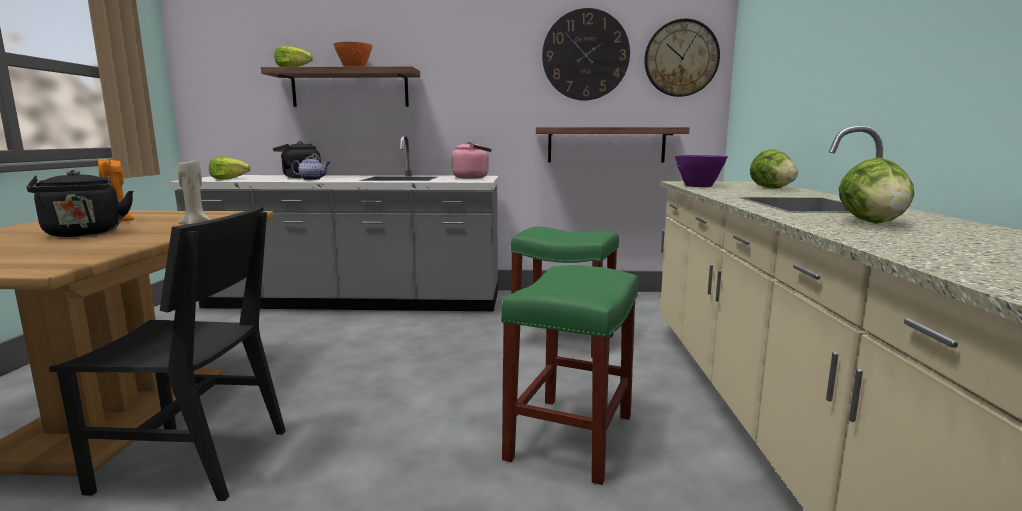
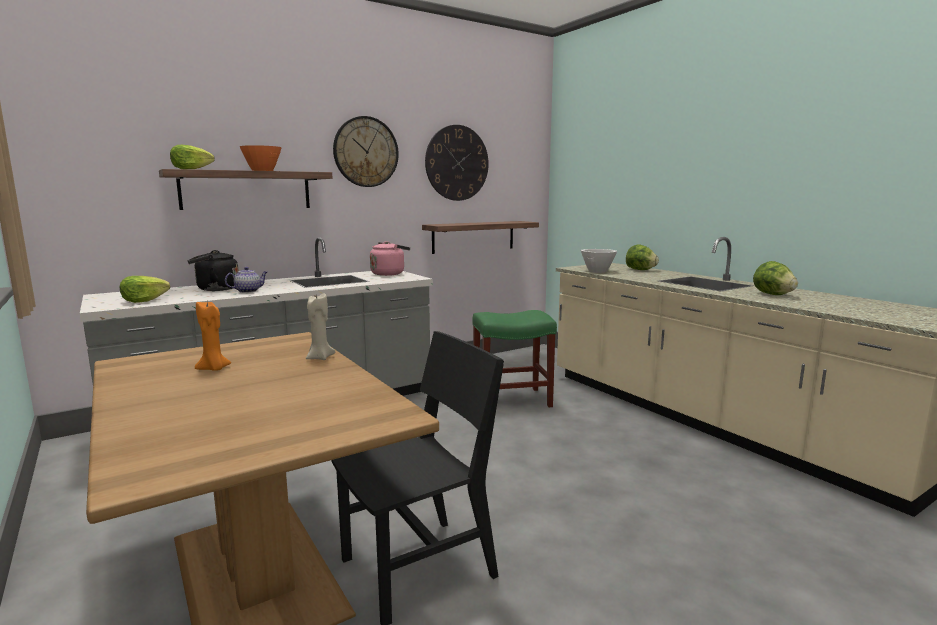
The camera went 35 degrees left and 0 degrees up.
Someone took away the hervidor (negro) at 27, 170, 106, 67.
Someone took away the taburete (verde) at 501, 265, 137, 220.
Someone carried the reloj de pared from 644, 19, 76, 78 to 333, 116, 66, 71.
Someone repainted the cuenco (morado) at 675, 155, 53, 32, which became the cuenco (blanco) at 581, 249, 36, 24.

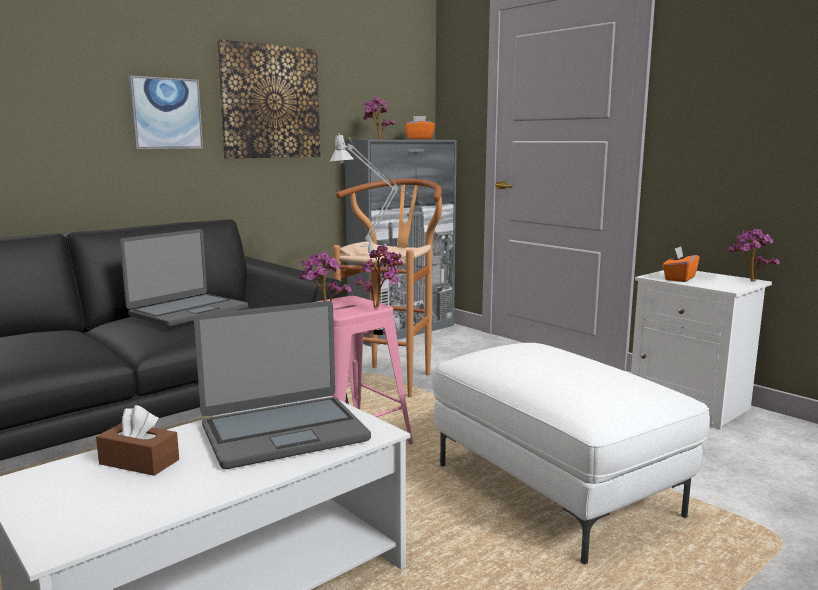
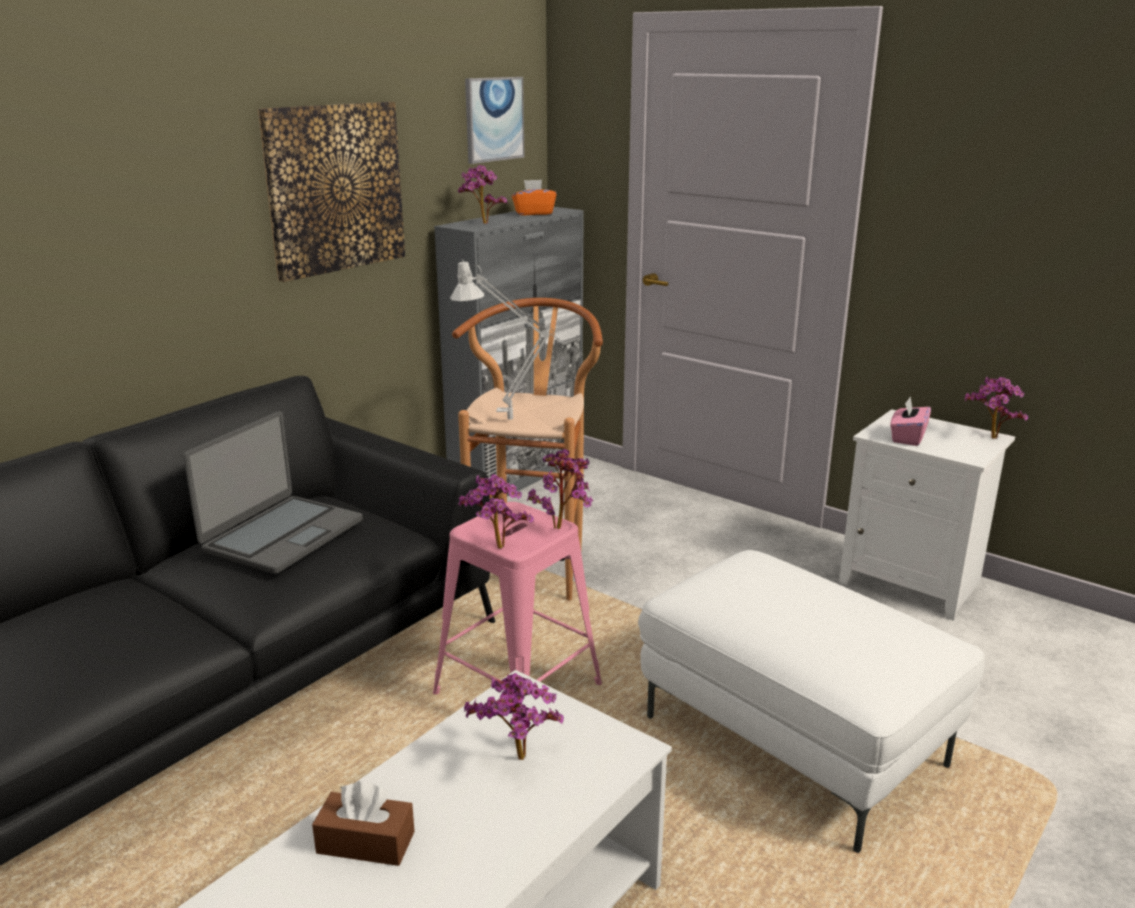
The camera went 10 degrees left and 10 degrees up.
Someone carried the cuadro from 128, 76, 75, 73 to 465, 77, 59, 87.
Someone swapped the portátil at 194, 301, 177, 168 for the planta en maceta at 464, 673, 100, 87.
Someone repainted the caja de pañuelos (naranja) at 662, 246, 37, 36, which became the caja de pañuelos (rosa) at 890, 397, 41, 49.

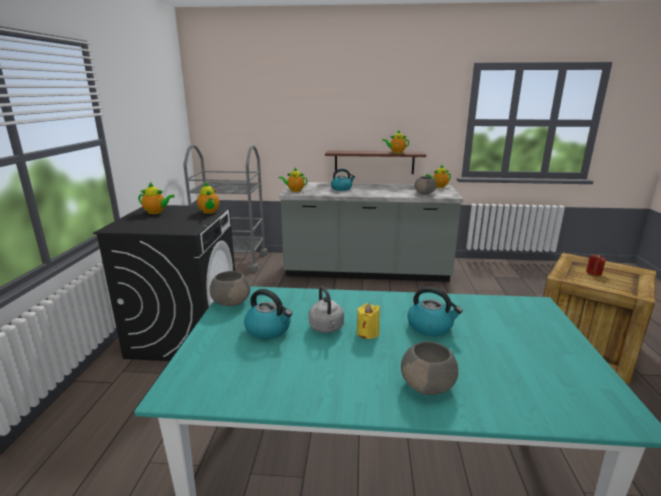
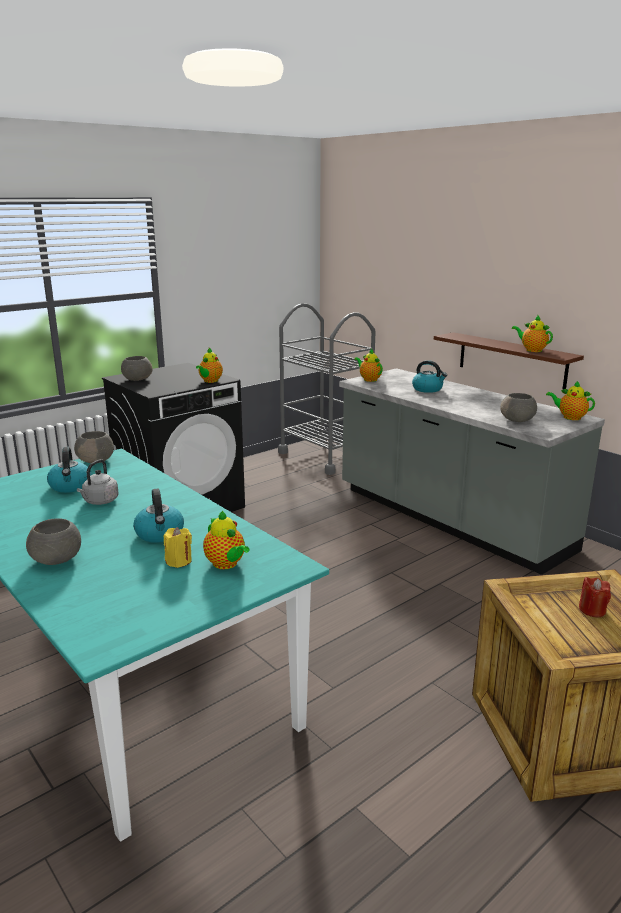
The camera went 45 degrees right and 0 degrees up.
Someone put down the cuenco (gris) at 121, 356, 32, 25.
Someone carried the tetera from 138, 182, 37, 32 to 203, 511, 47, 58.
Someone carried the vela (amarillo) from 357, 303, 23, 36 to 164, 527, 28, 41.

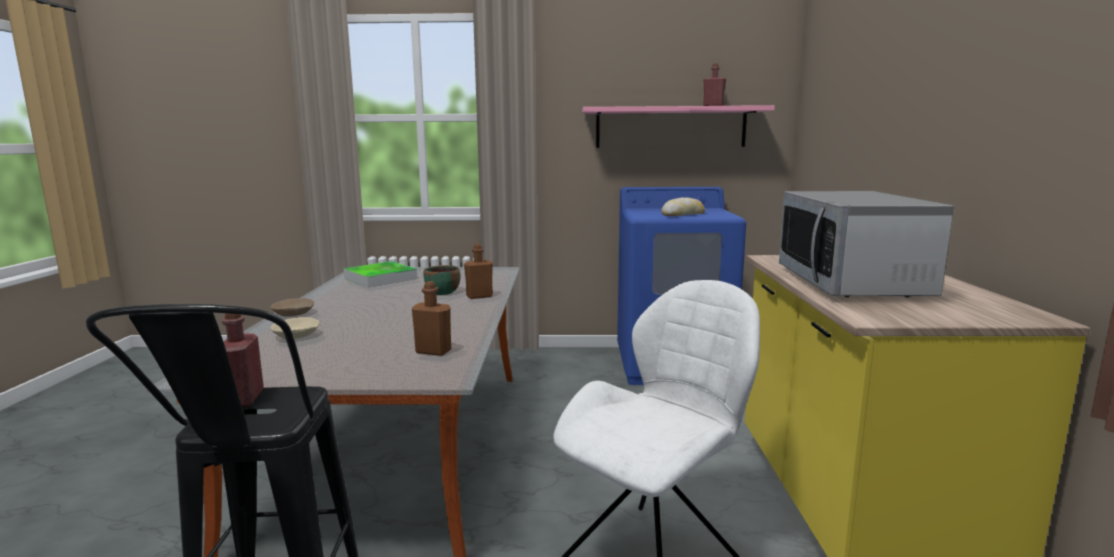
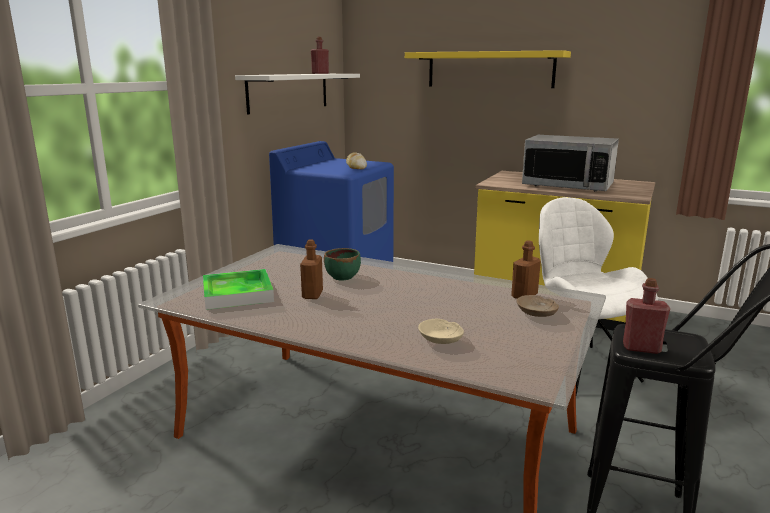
The camera went 65 degrees left and 5 degrees up.
Someone put up the estante (amarillo) at 405, 50, 166, 38.
Someone carried the cuenco (beis) from 271, 298, 43, 19 to 517, 295, 42, 22.
Someone carried the botella (marrón) from 464, 244, 29, 55 to 300, 239, 23, 60.
Someone repainted the estante (rosa) at 582, 105, 193, 43, which became the estante (blanco) at 235, 74, 125, 41.

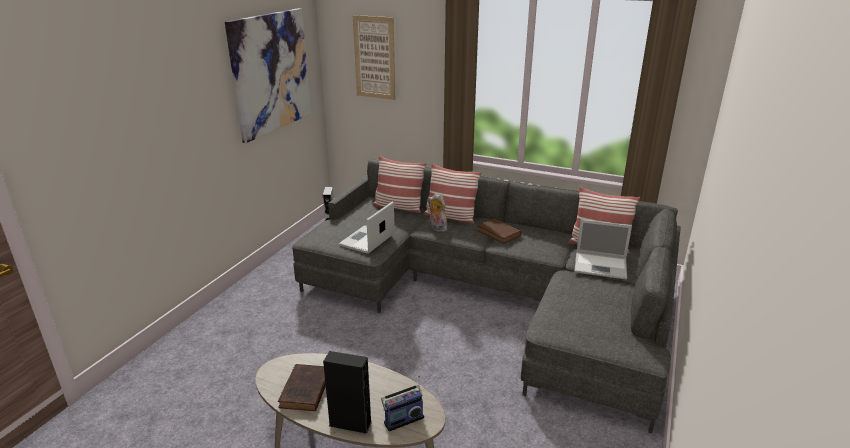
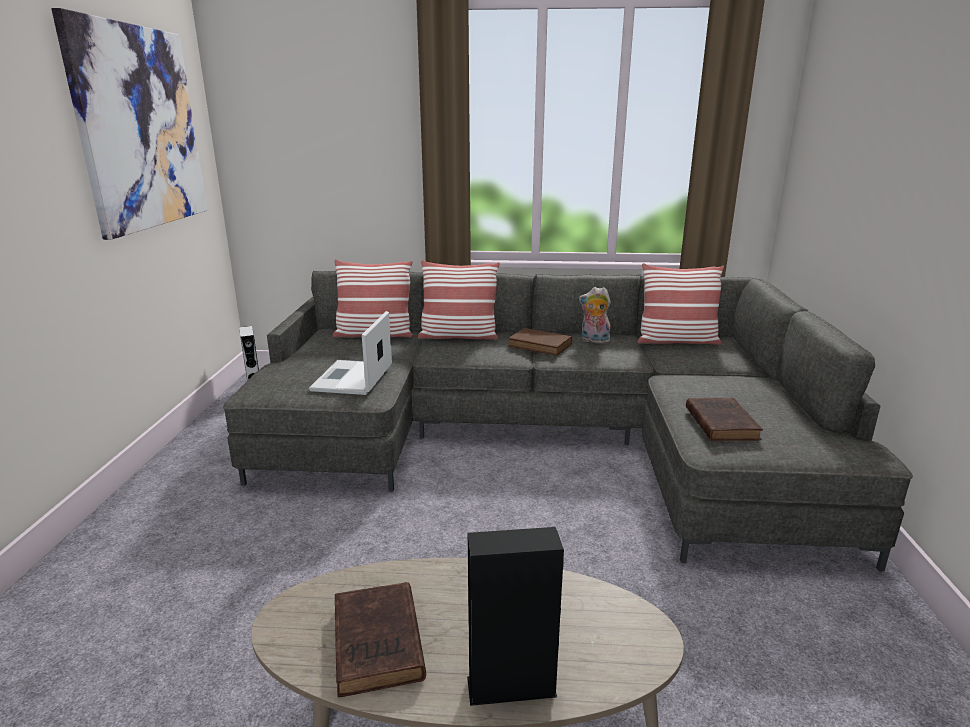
The camera went 20 degrees left and 5 degrees down.
Someone took away the cuadro at 353, 15, 42, 85.
Someone took away the radio at 381, 375, 43, 57.
Someone took away the portátil at 574, 219, 58, 61.
Someone put down the libro (marrón) at 686, 398, 77, 43.
Someone carried the peluche from 428, 193, 19, 39 to 579, 287, 32, 57.

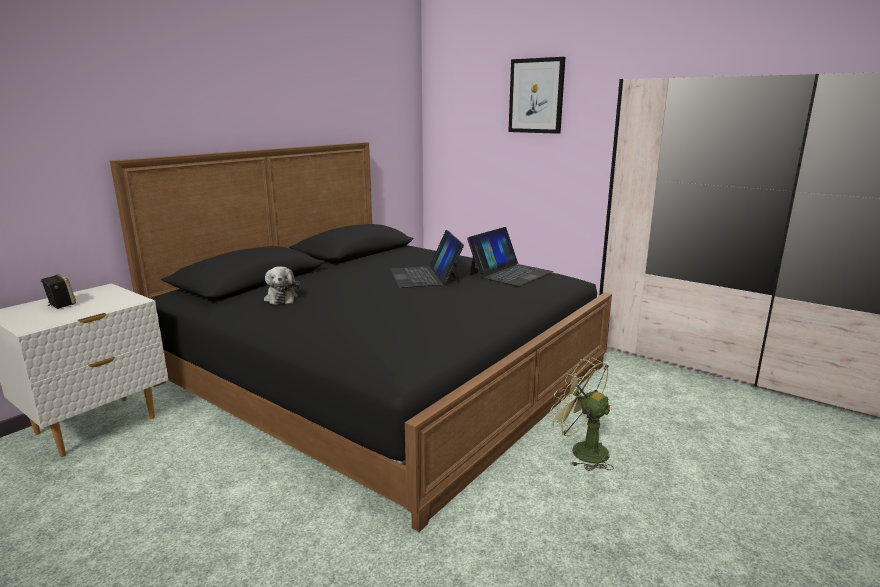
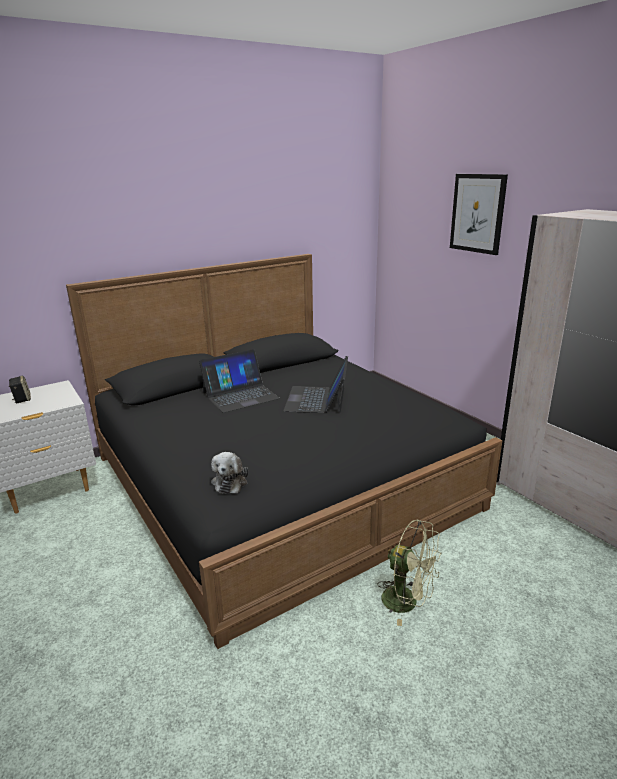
The camera went 20 degrees right and 5 degrees up.
Someone carried the peluche from 264, 266, 36, 39 to 211, 452, 38, 42.
Someone carried the portátil from 467, 227, 86, 59 to 199, 349, 81, 64.
Someone rotated the ventilador (verde) at 549, 358, 65, 113 by 150 degrees clockwise.

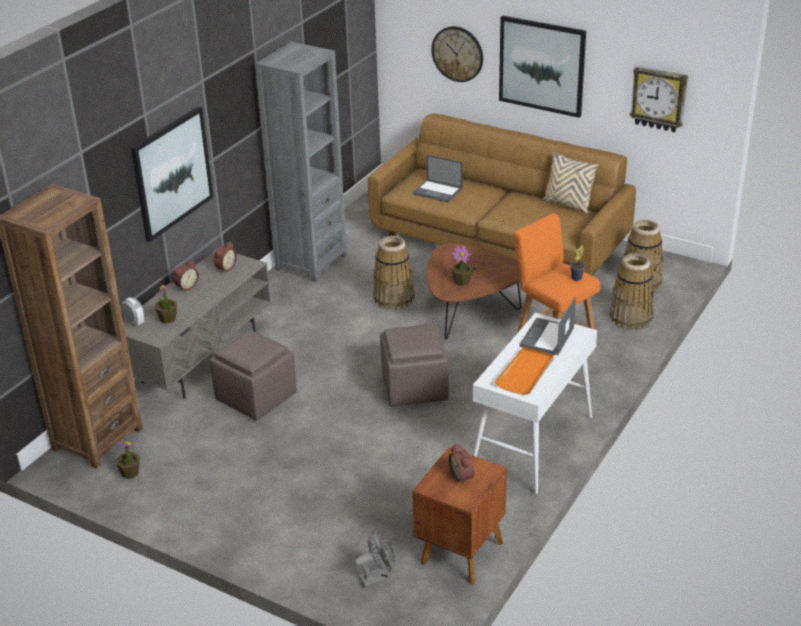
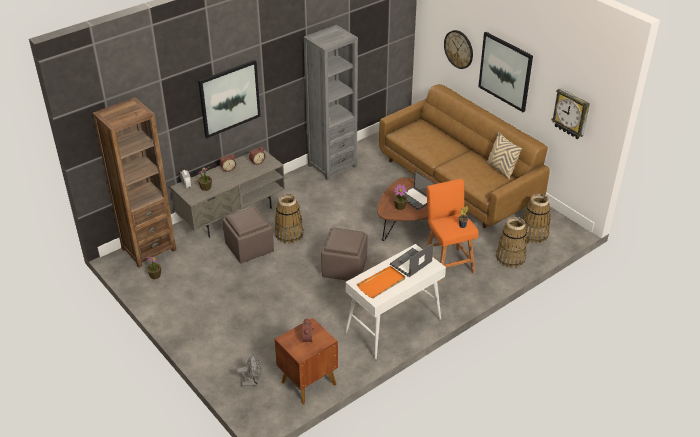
The camera went 20 degrees right and 5 degrees up.
Someone carried the cesta from 373, 236, 42, 74 to 275, 194, 29, 50.
Someone carried the portátil from 413, 155, 50, 48 to 402, 170, 34, 40.

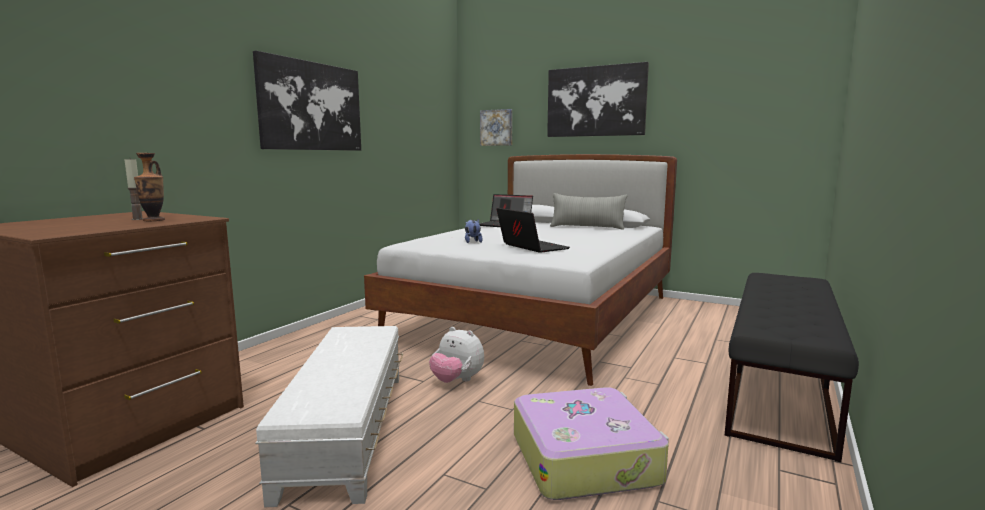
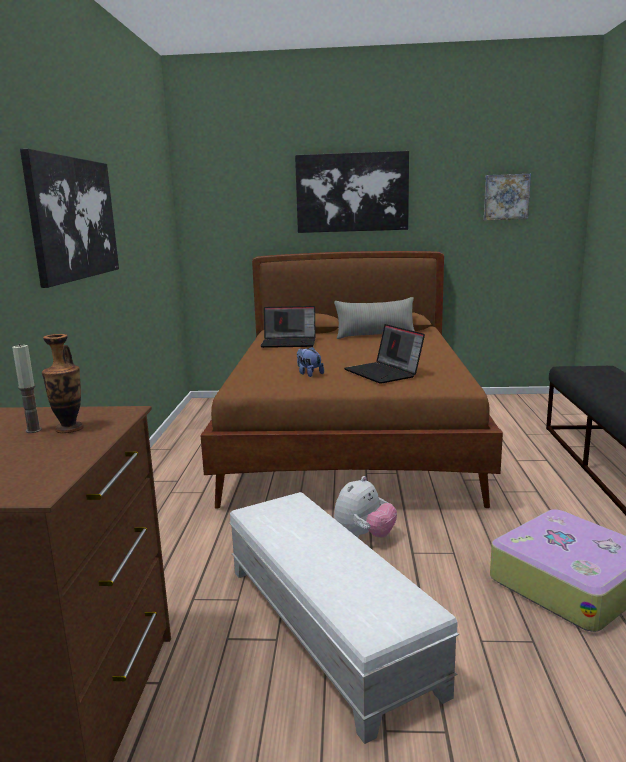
The camera went 25 degrees left and 5 degrees up.
Someone carried the cuadro from 480, 109, 32, 37 to 484, 174, 47, 46.
Someone repainted the cama (blanco) at 364, 154, 313, 232, which became the cama (marrón) at 200, 251, 303, 257.
Someone rotated the peluche at 429, 327, 55, 56 by 60 degrees counterclockwise.
Someone rotated the portátil at 497, 208, 73, 45 by 150 degrees counterclockwise.

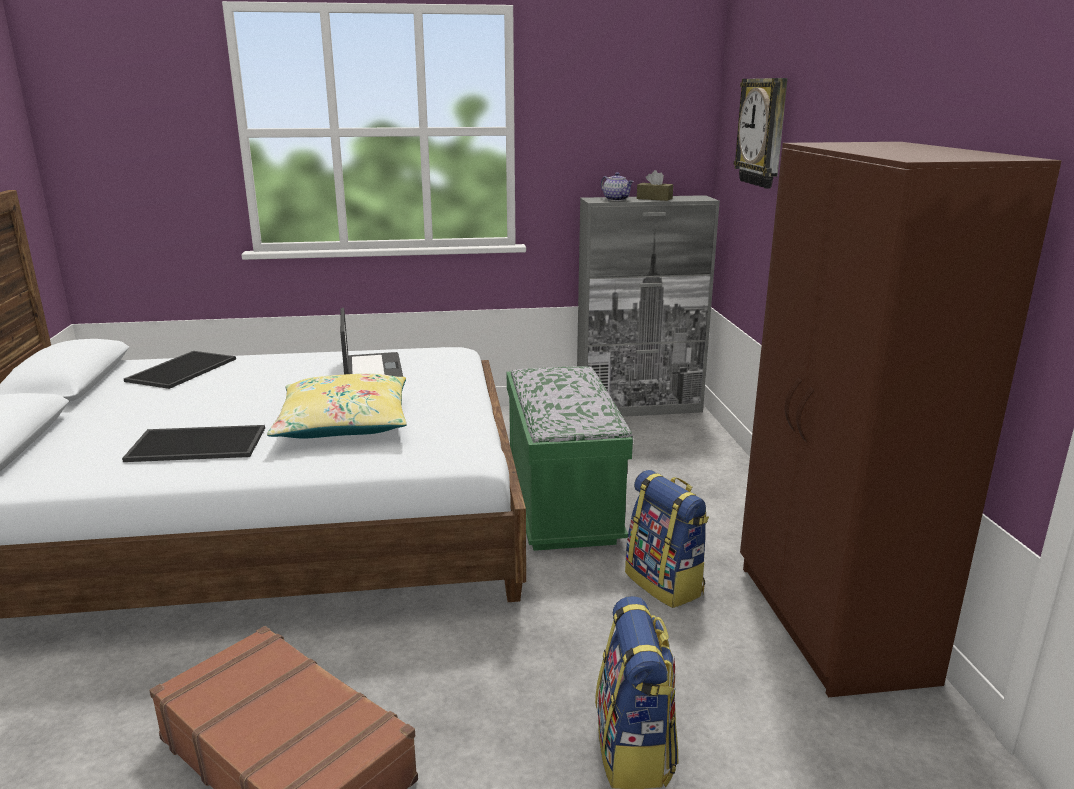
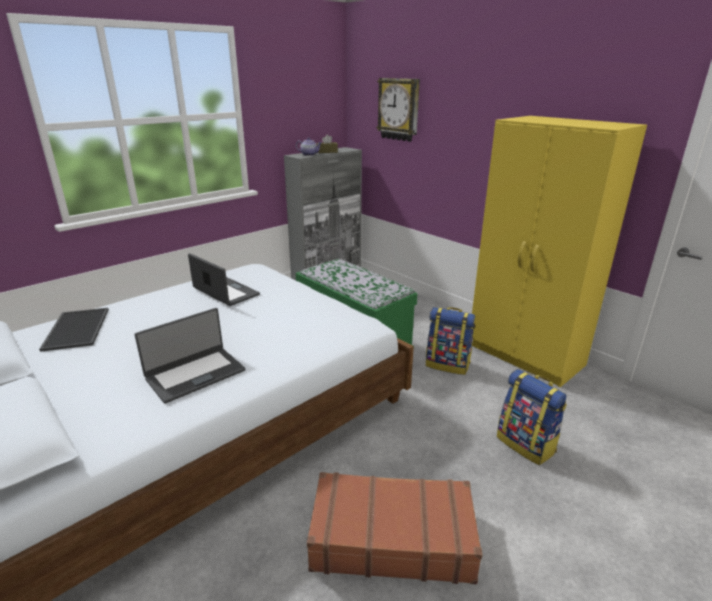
The camera went 35 degrees left and 5 degrees up.
Someone took away the cojín (amarillo) at 267, 374, 140, 65.
Someone swapped the bandeja at 122, 425, 143, 37 for the portátil at 134, 308, 111, 95.
Someone repainted the armario ropero (marrón) at 740, 142, 321, 555, which became the armario ropero (amarillo) at 472, 116, 175, 271.

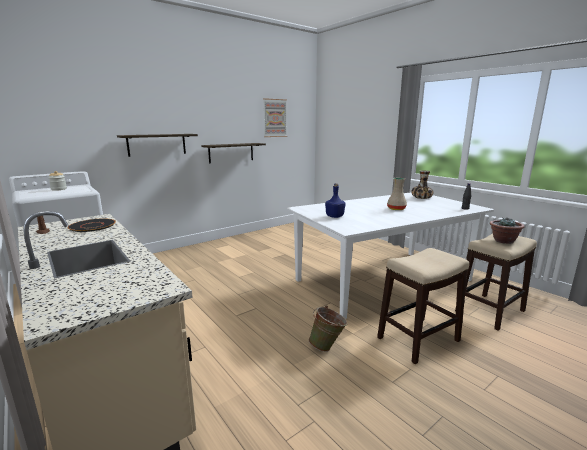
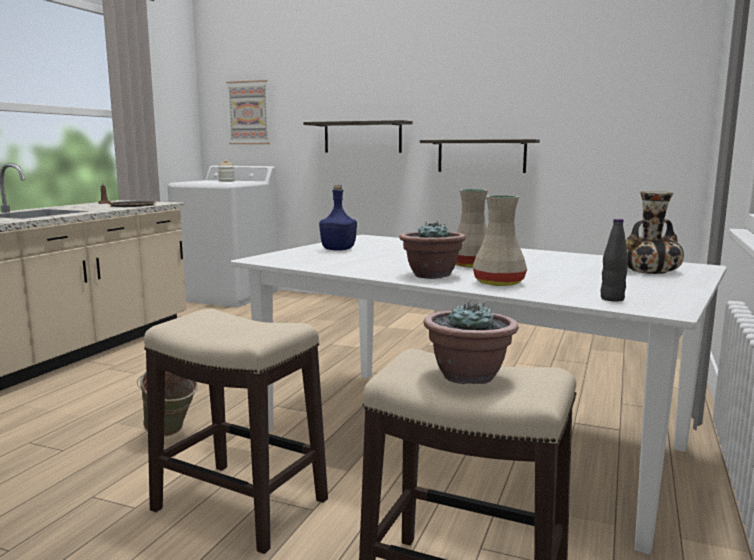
The camera went 60 degrees right and 5 degrees down.
Someone put down the planta en maceta at 399, 221, 67, 58.
Someone put down the florero (beis) at 473, 195, 54, 91.
Someone carried the cuadro from 263, 98, 24, 39 to 226, 80, 44, 64.

